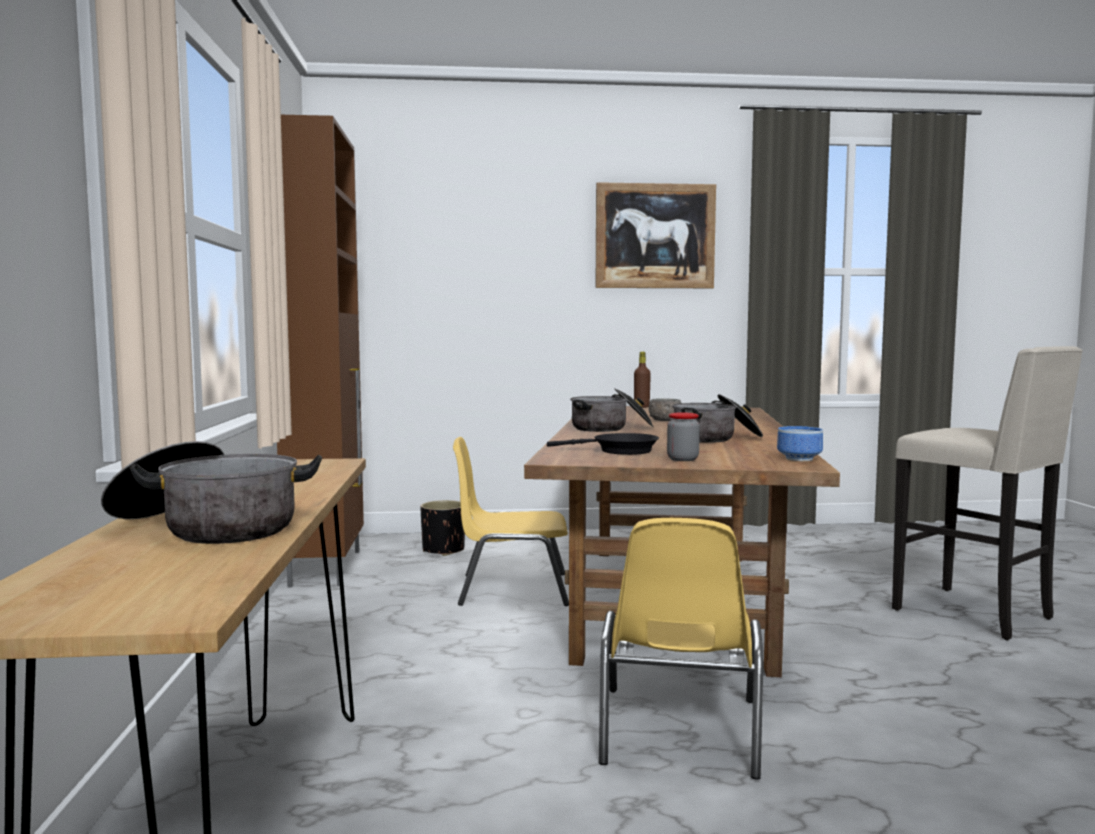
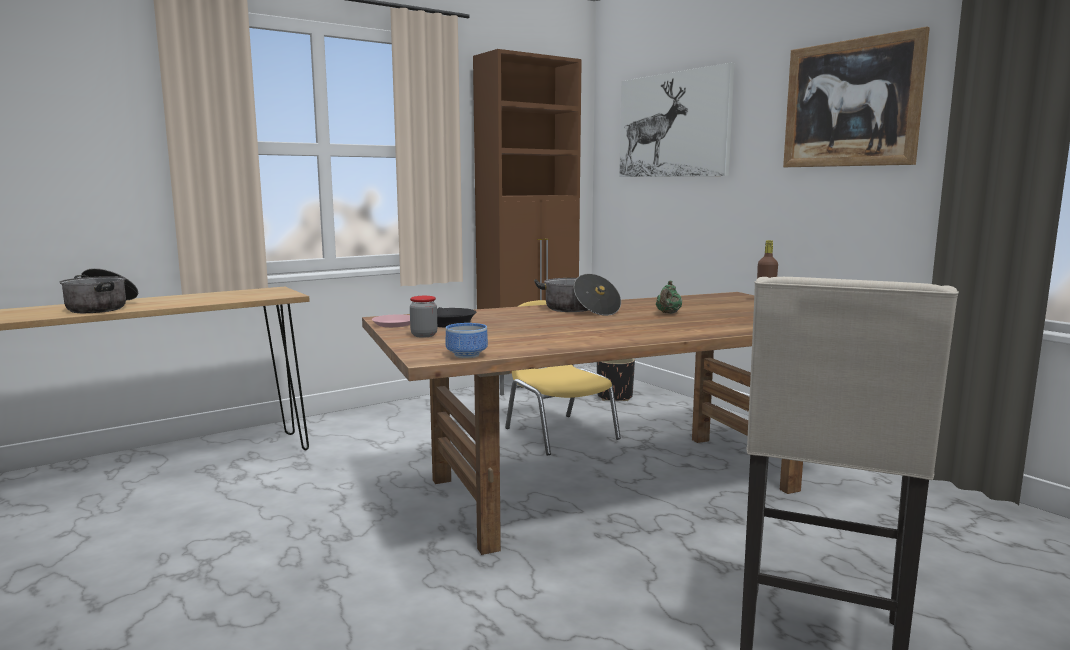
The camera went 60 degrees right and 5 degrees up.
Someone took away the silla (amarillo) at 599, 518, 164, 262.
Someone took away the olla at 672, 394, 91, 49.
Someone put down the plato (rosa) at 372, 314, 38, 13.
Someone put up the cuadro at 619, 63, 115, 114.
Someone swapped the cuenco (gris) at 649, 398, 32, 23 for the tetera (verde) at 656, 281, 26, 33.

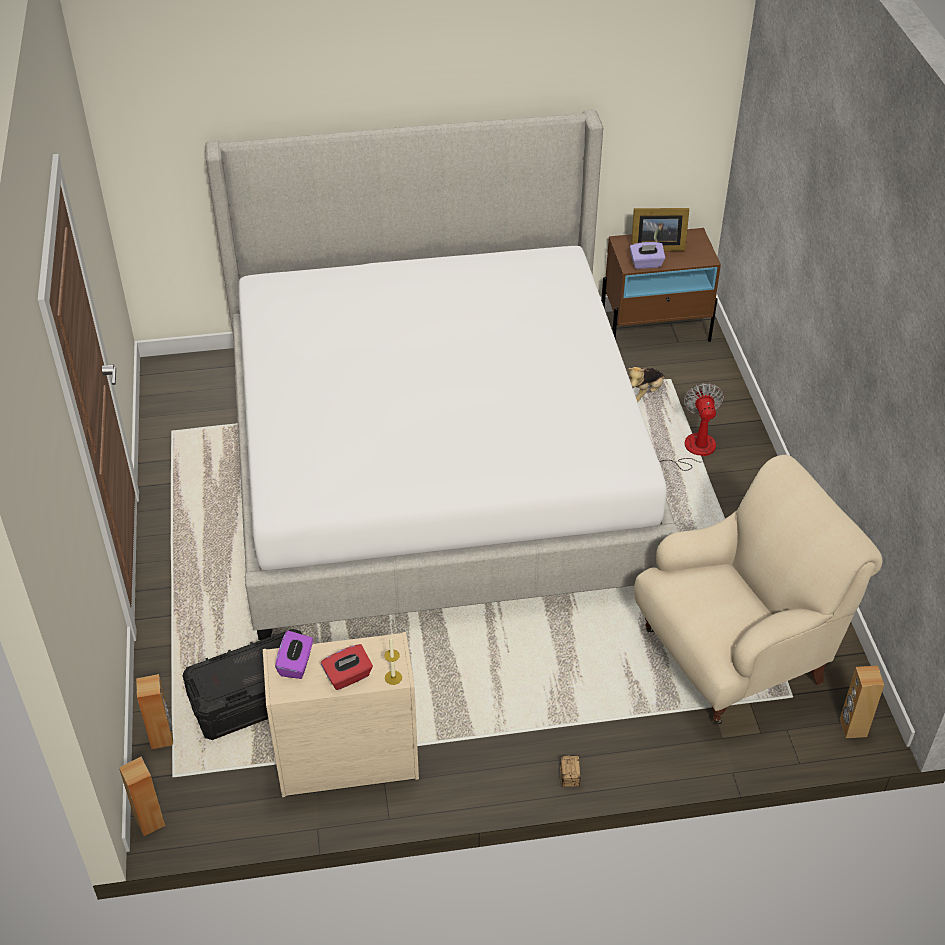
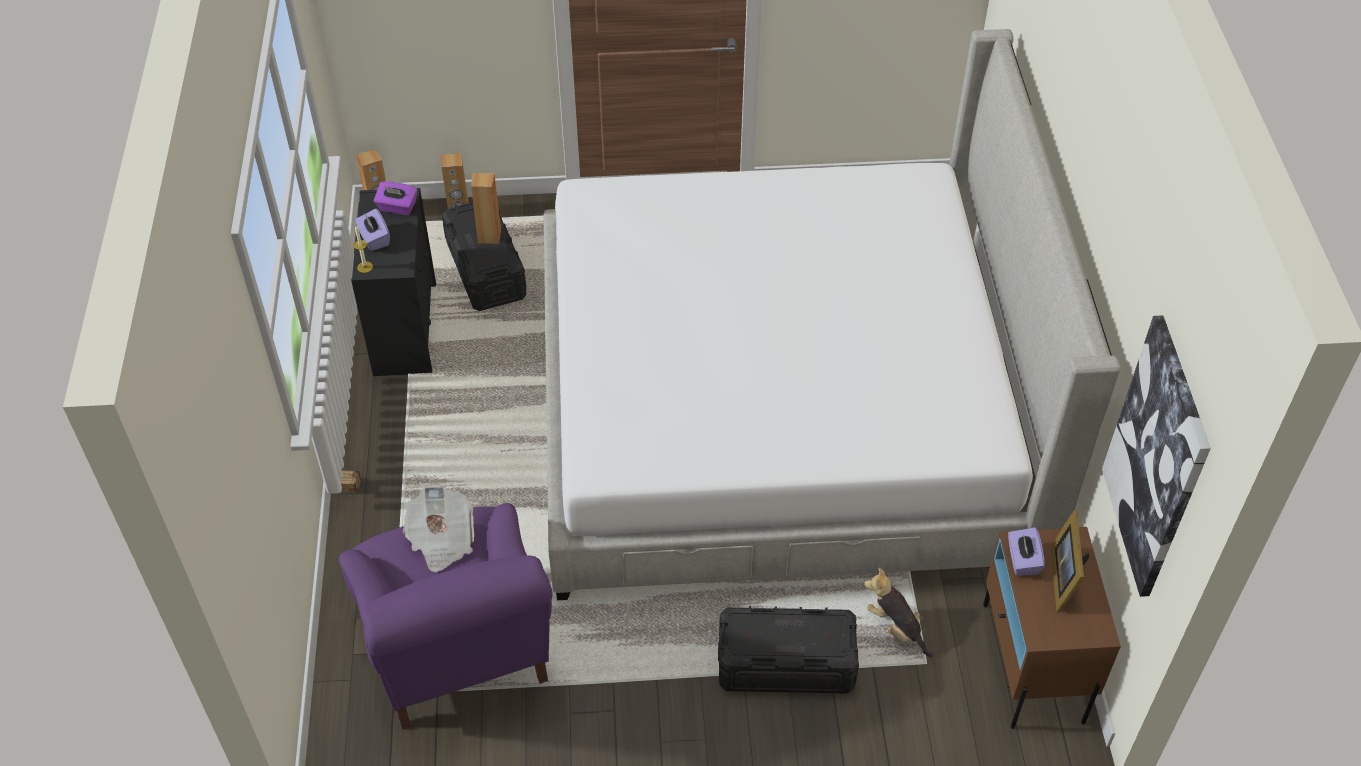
The camera went 95 degrees right and 5 degrees up.
Someone put down the periódico at 403, 484, 71, 88.
Someone put up the cuadro at 1102, 315, 109, 282.
Someone carried the altavoz (marrón) from 840, 666, 44, 72 to 471, 173, 30, 71.
Someone swapped the ventilador at 658, 383, 66, 88 for the caja de almacenaje (negro) at 718, 606, 141, 88.
Someone repainted the cómoda (beis) at 263, 632, 156, 165, which became the cómoda (negro) at 351, 188, 85, 188.
Someone repainted the caja de pañuelos (rojo) at 321, 644, 52, 46, which became the caja de pañuelos (morado) at 355, 209, 35, 42.
Someone repainted the sillón (beis) at 634, 455, 249, 269, which became the sillón (morado) at 339, 503, 214, 227.

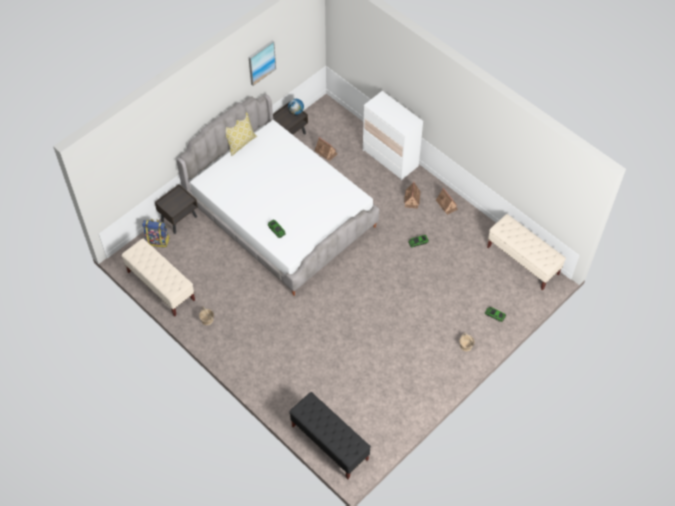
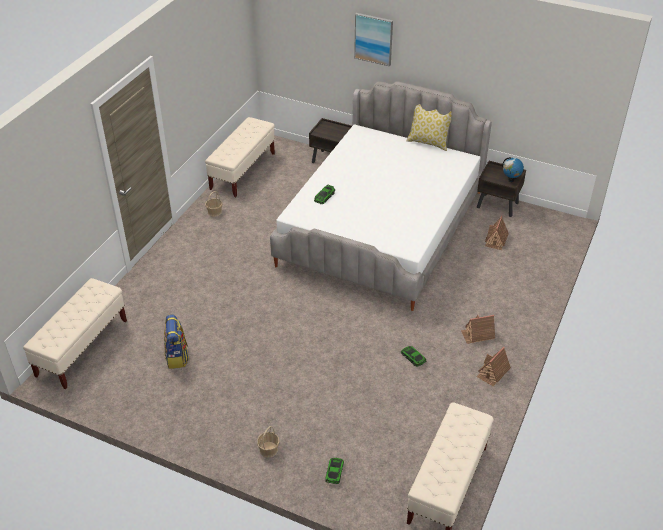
The camera went 70 degrees right and 15 degrees down.
Someone took away the cómoda (blanco) at 363, 91, 60, 89.
Someone carried the mochila from 142, 219, 28, 28 to 164, 314, 25, 55.
Someone carried the cuadro from 248, 40, 28, 46 to 354, 13, 39, 53.
Someone repainted the banco (negro) at 289, 392, 82, 87, which became the banco (beis) at 23, 278, 104, 111.

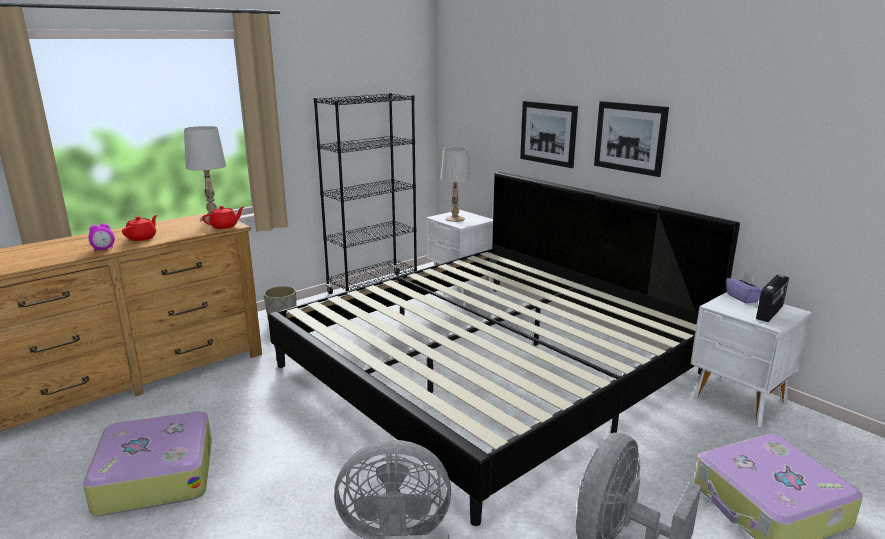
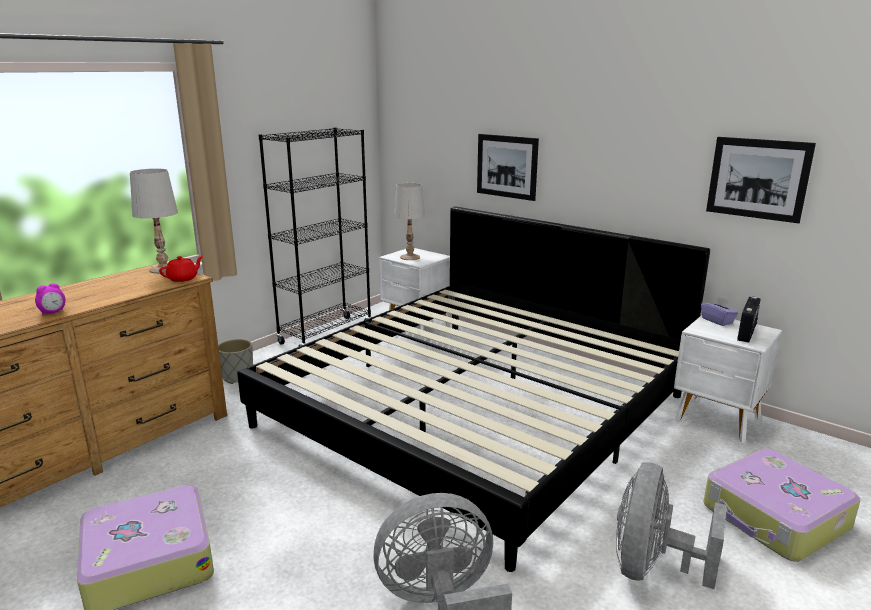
The camera went 10 degrees left and 0 degrees up.
Someone took away the tetera (rojo) at 122, 215, 35, 26.
Someone carried the cuadro from 594, 101, 75, 76 to 706, 137, 110, 86.

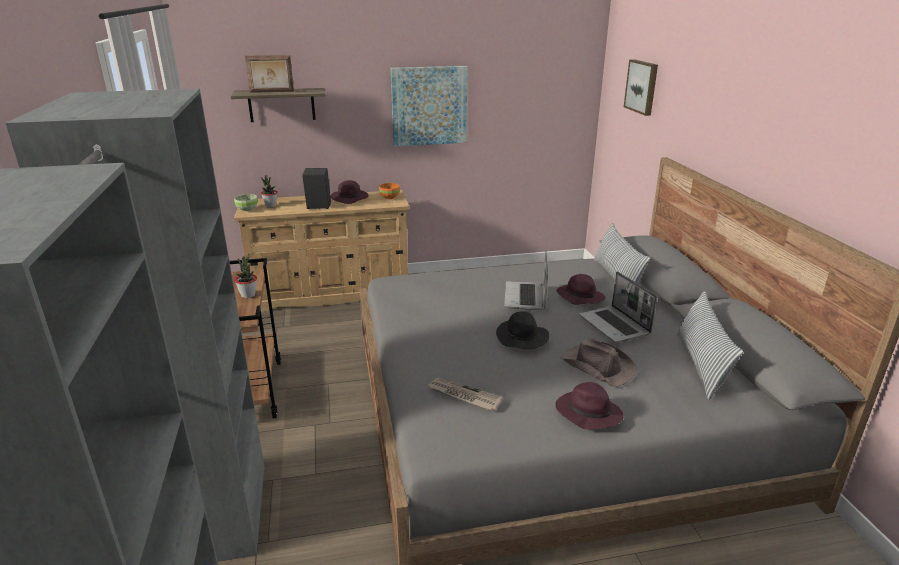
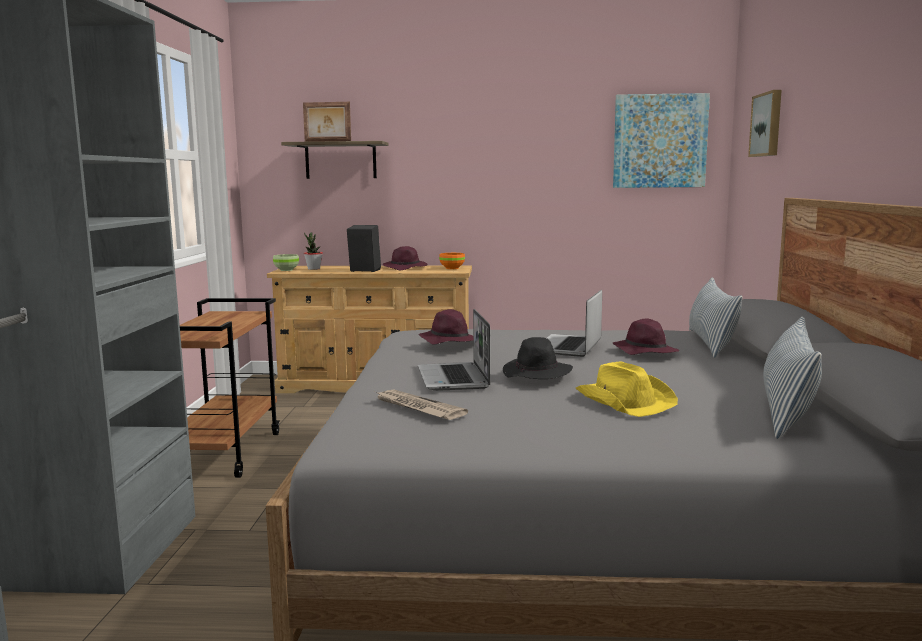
The camera went 15 degrees right and 15 degrees down.
Someone took away the planta en maceta at 234, 254, 23, 44.
Someone carried the cuadro from 391, 66, 76, 80 to 613, 93, 97, 95.
Someone carried the sombrero (morado) from 555, 382, 69, 48 to 419, 309, 54, 36.
Someone carried the portátil from 579, 271, 78, 72 to 418, 309, 72, 82.
Someone repainted the sombrero (marrón) at 561, 338, 76, 49, which became the sombrero (amarillo) at 576, 361, 102, 56.

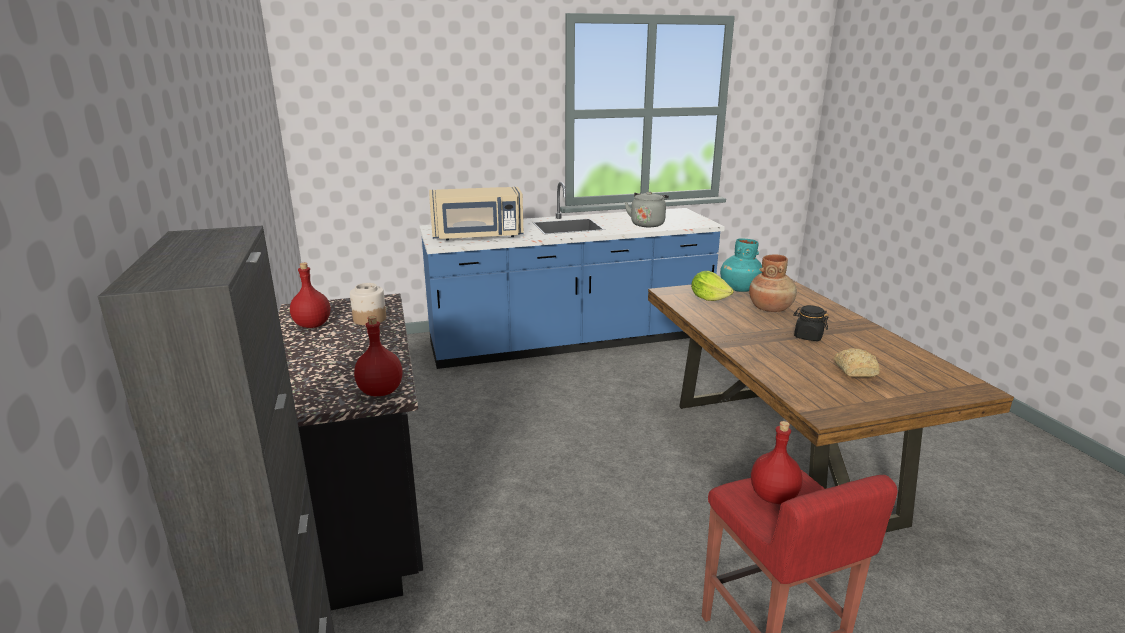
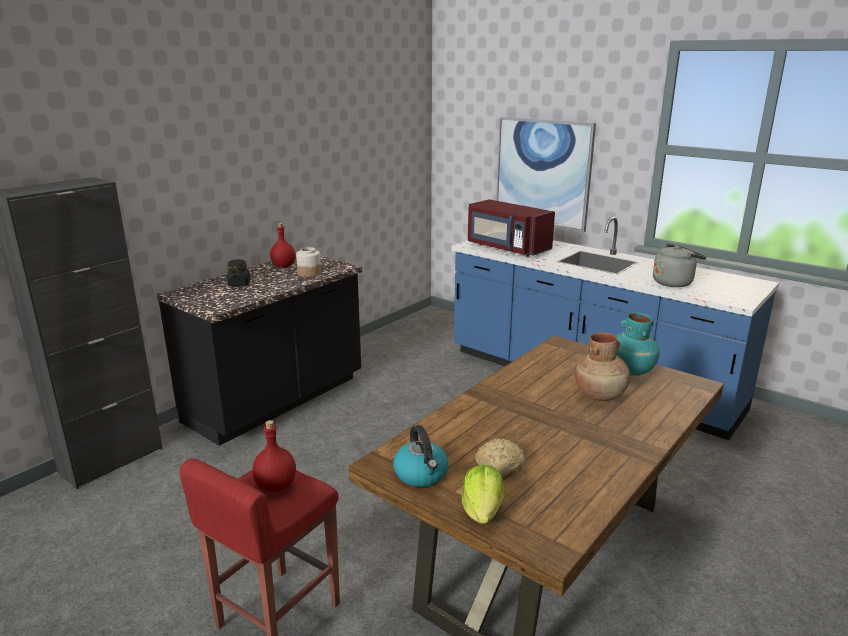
The camera went 55 degrees right and 0 degrees up.
Someone took away the botella (rojo) at 354, 316, 48, 80.
Someone put down the hervidor at 393, 425, 56, 62.
Someone put up the cuadro at 496, 117, 100, 116.
Someone carried the lechuga from 691, 271, 43, 30 to 462, 464, 43, 60.
Someone carried the tarro (negro) from 793, 305, 36, 36 to 227, 259, 23, 27.
Someone repainted the microondas (beis) at 429, 187, 95, 54, which became the microondas (rojo) at 468, 199, 87, 57.

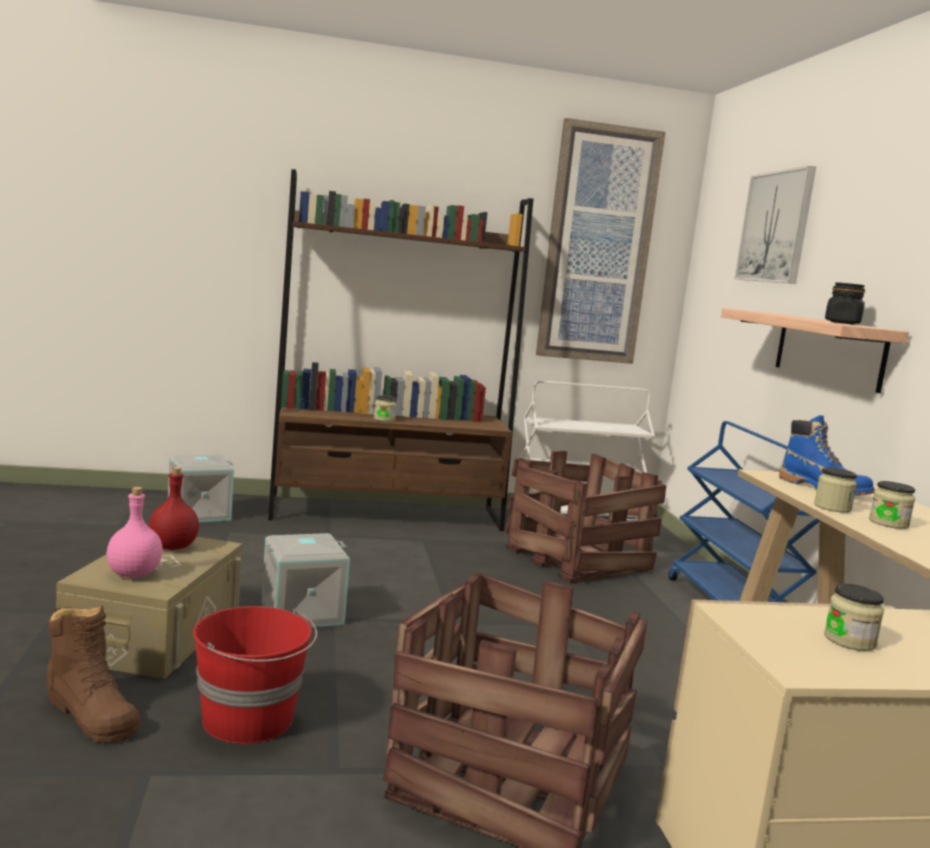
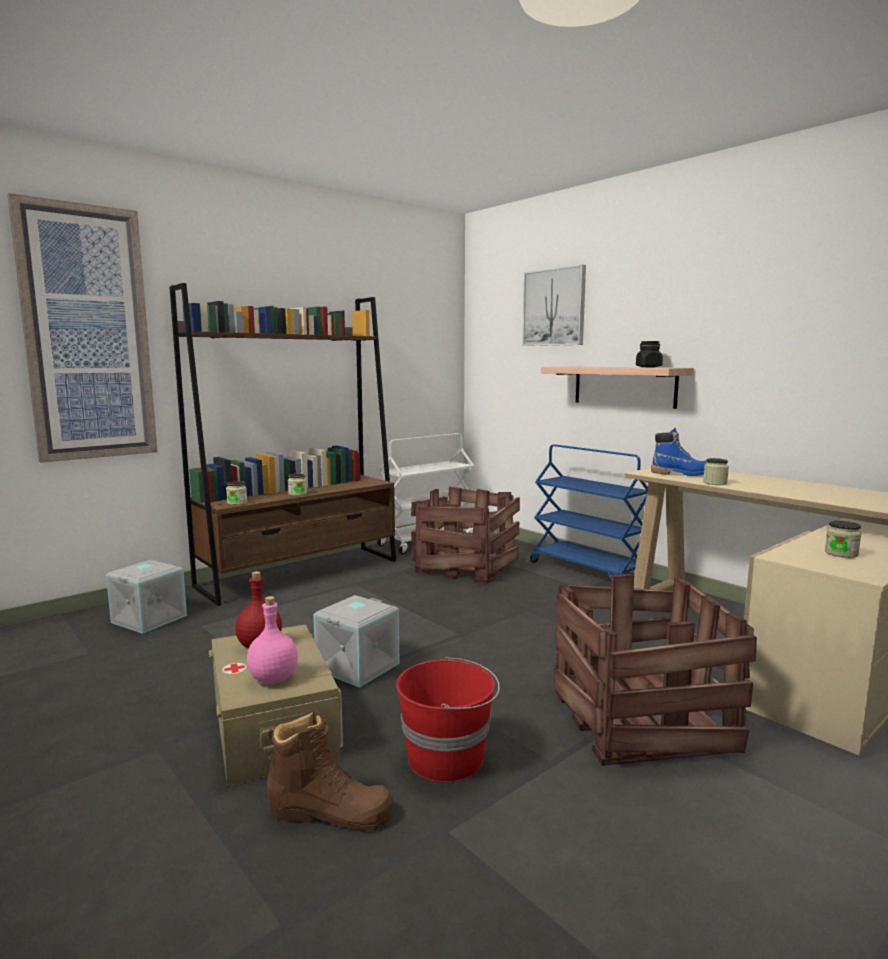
The camera went 30 degrees left and 0 degrees up.
Someone carried the cuadro from 536, 118, 130, 246 to 8, 193, 150, 270.
Someone carried the tarro from 869, 481, 46, 48 to 226, 481, 21, 24.

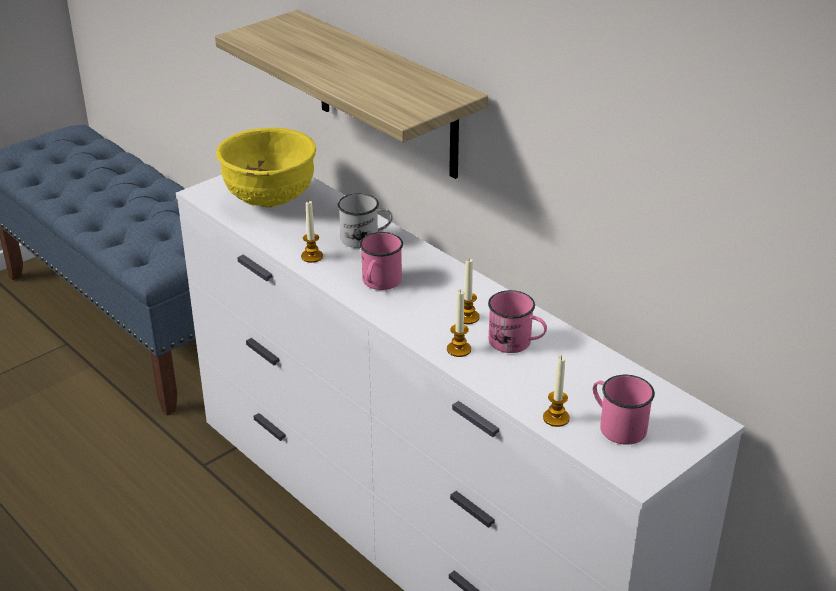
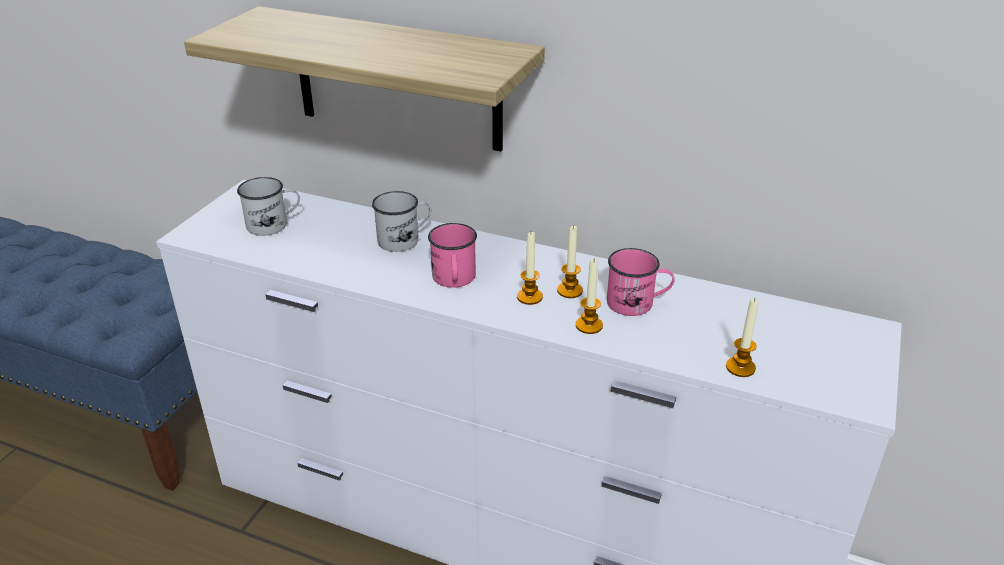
The camera went 25 degrees left and 0 degrees up.
Someone took away the taza grande (rosa) at 593, 375, 62, 70.
Someone carried the vela from 301, 200, 22, 63 to 517, 232, 26, 73.
Someone swapped the cuenco (amarillo) at 216, 128, 100, 79 for the taza grande (blanco) at 237, 177, 63, 59.

